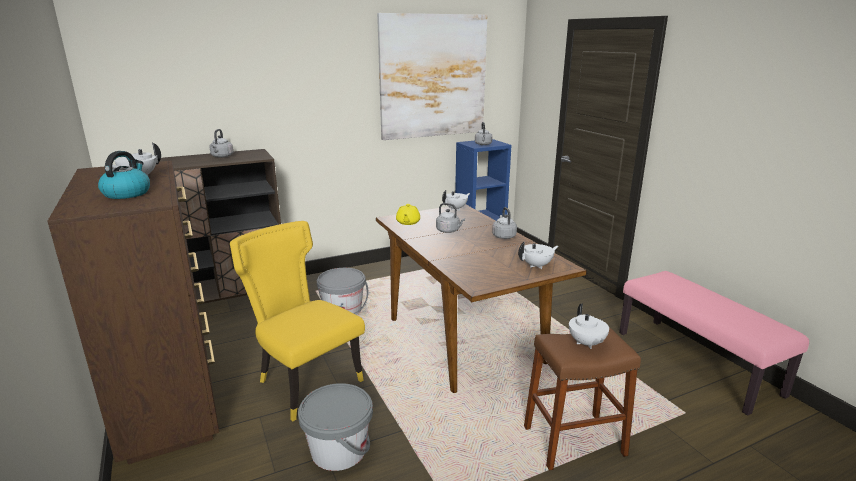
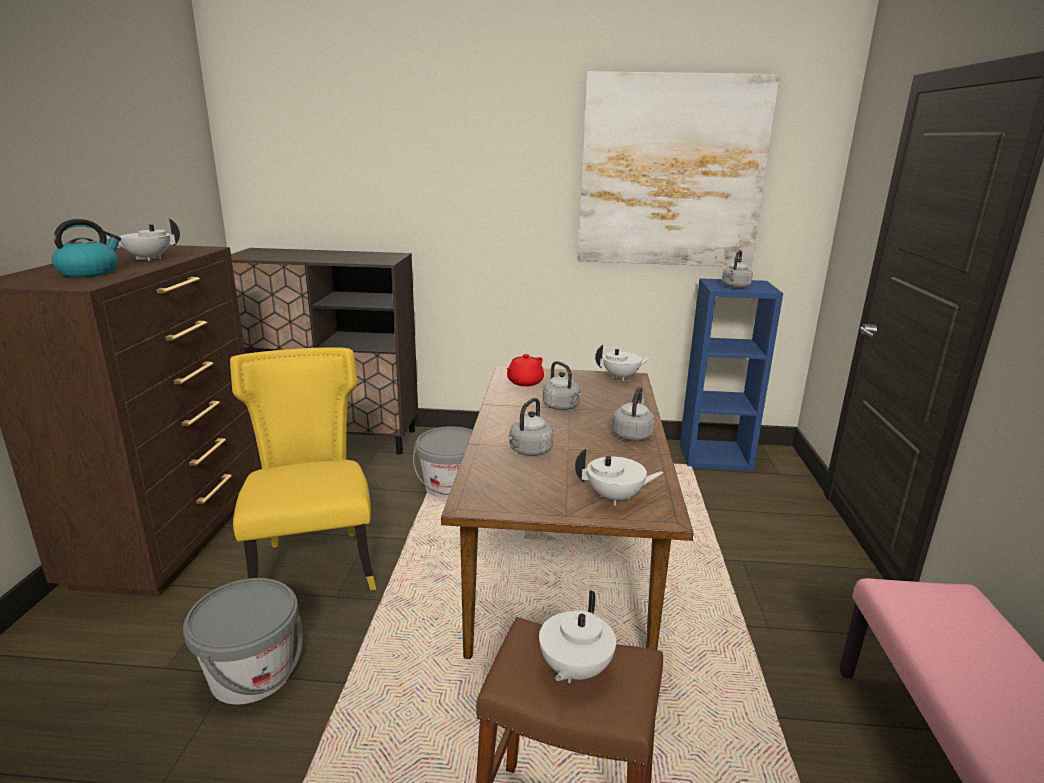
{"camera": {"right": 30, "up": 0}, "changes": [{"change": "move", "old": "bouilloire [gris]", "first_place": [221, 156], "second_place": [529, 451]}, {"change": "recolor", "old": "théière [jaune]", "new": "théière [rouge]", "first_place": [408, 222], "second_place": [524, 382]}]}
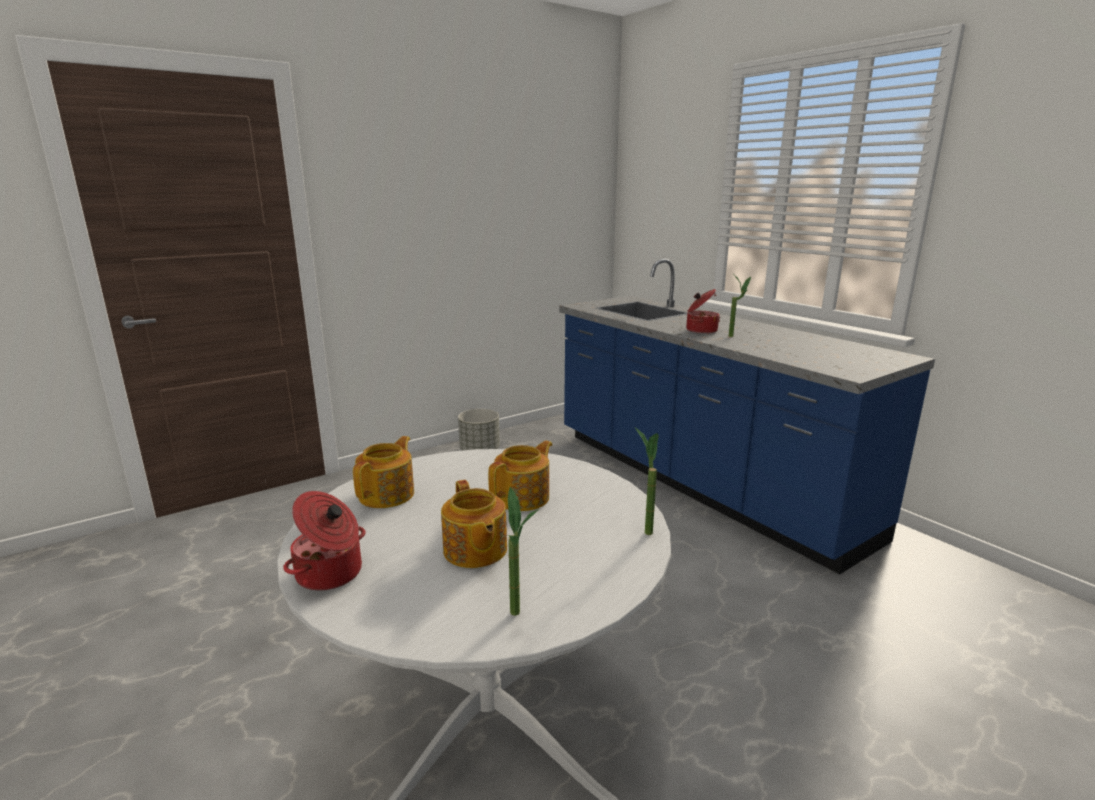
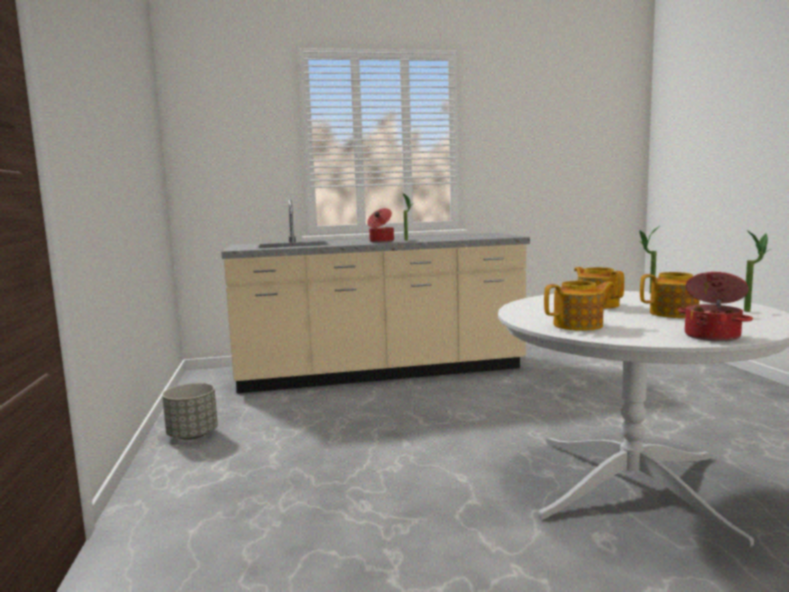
{"camera": {"right": -65, "up": -10}, "changes": [{"change": "recolor", "old": "comptoir de cuisine [bleu]", "new": "comptoir de cuisine [beige]", "first_place": [699, 483], "second_place": [380, 373]}, {"change": "rotate", "old": "théière", "first_place": [388, 494], "second_place": [579, 325], "degrees": 120}]}
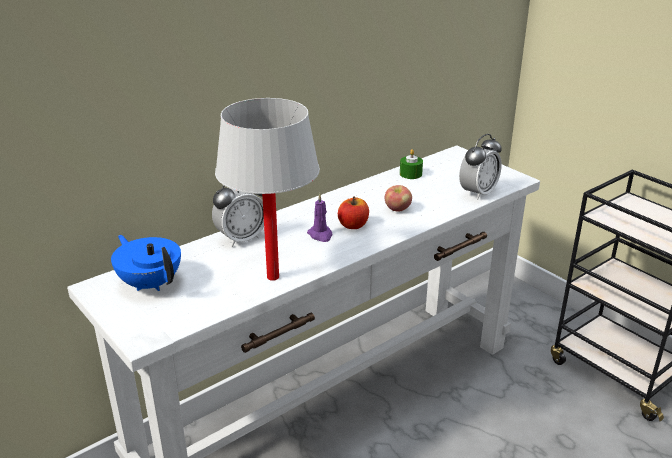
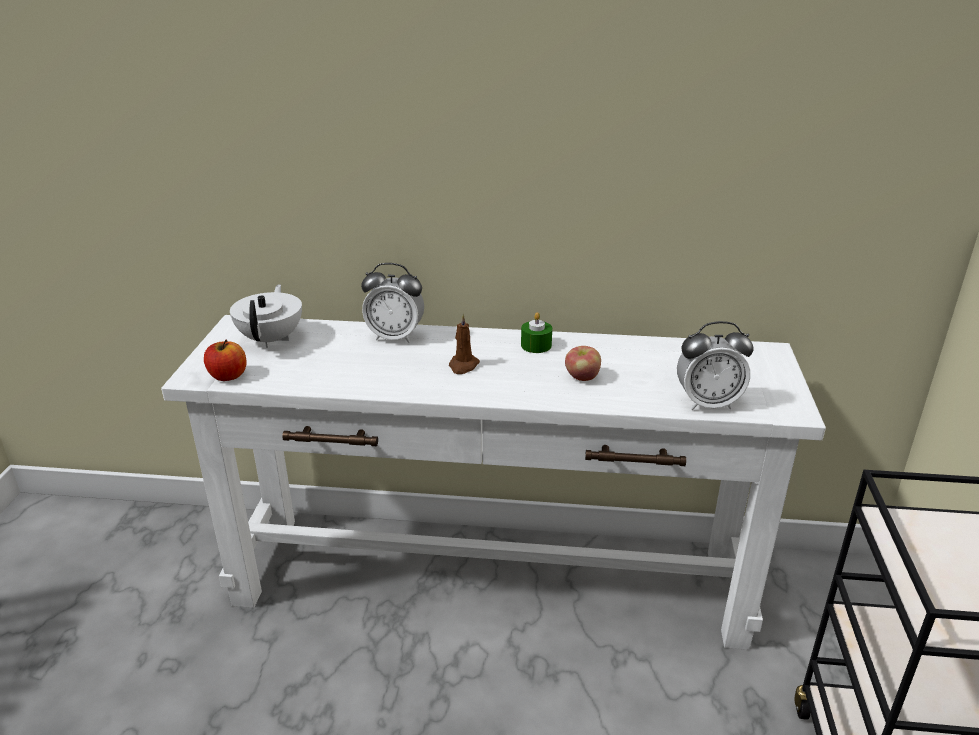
{"camera": {"right": 45, "up": 0}, "changes": [{"change": "delete", "old": "lampe de table [blanc]", "first_place": [273, 277]}, {"change": "move", "old": "bougie [vert]", "first_place": [410, 174], "second_place": [536, 345]}, {"change": "recolor", "old": "bougie [violet]", "new": "bougie [marron]", "first_place": [320, 235], "second_place": [463, 366]}, {"change": "move", "old": "pomme", "first_place": [353, 225], "second_place": [228, 376]}, {"change": "recolor", "old": "théière [bleu]", "new": "théière [blanc]", "first_place": [150, 283], "second_place": [272, 339]}]}
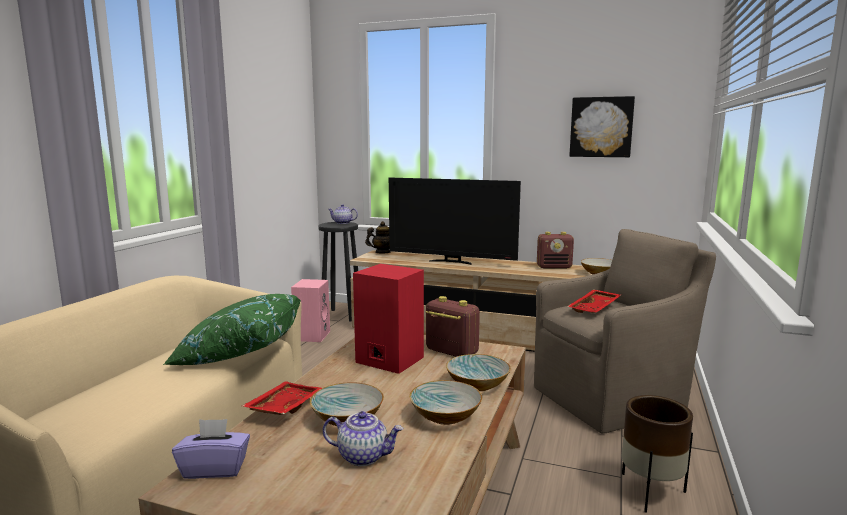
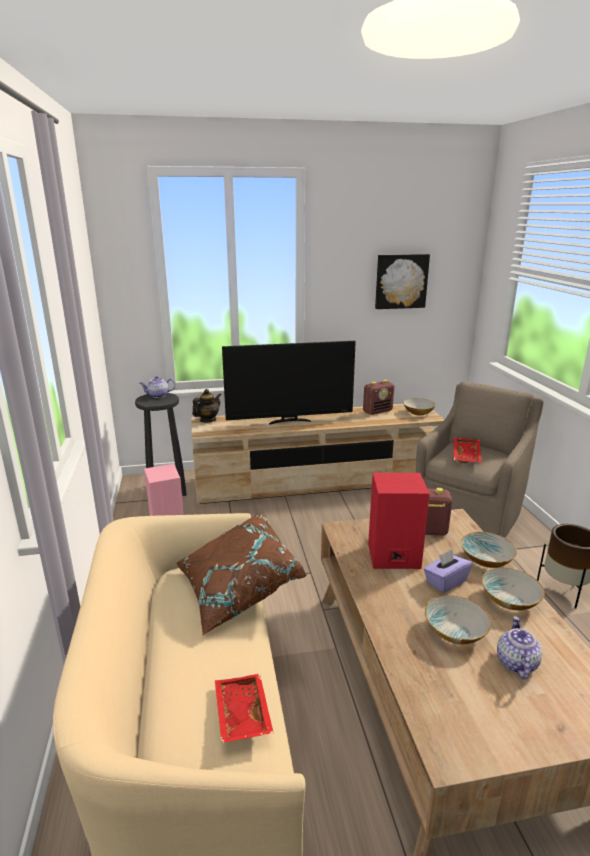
{"camera": {"right": -30, "up": 10}, "changes": [{"change": "recolor", "old": "coussin [vert]", "new": "coussin [marron]", "first_place": [239, 353], "second_place": [237, 590]}, {"change": "move", "old": "plateau [rouge]", "first_place": [283, 407], "second_place": [241, 715]}, {"change": "rotate", "old": "théière", "first_place": [363, 456], "second_place": [515, 662], "degrees": -60}, {"change": "move", "old": "boîte à mouchoirs [violet]", "first_place": [215, 468], "second_place": [445, 581]}]}
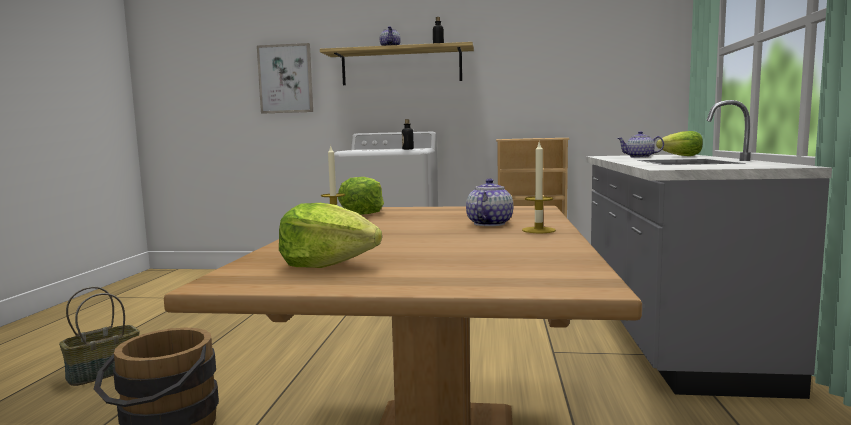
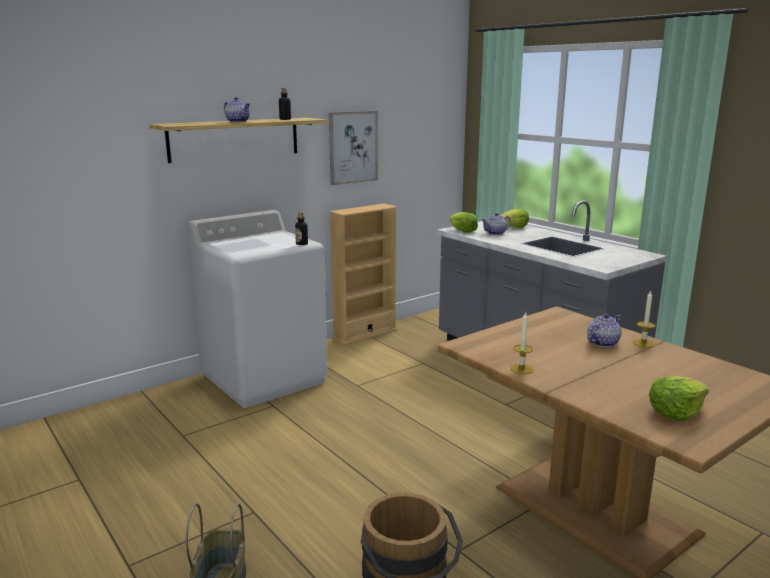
{"camera": {"right": -45, "up": 10}, "changes": [{"change": "move", "old": "tableau", "first_place": [285, 79], "second_place": [353, 147]}, {"change": "move", "old": "laitue", "first_place": [363, 212], "second_place": [462, 231]}, {"change": "rotate", "old": "théière", "first_place": [488, 224], "second_place": [602, 343], "degrees": 75}]}
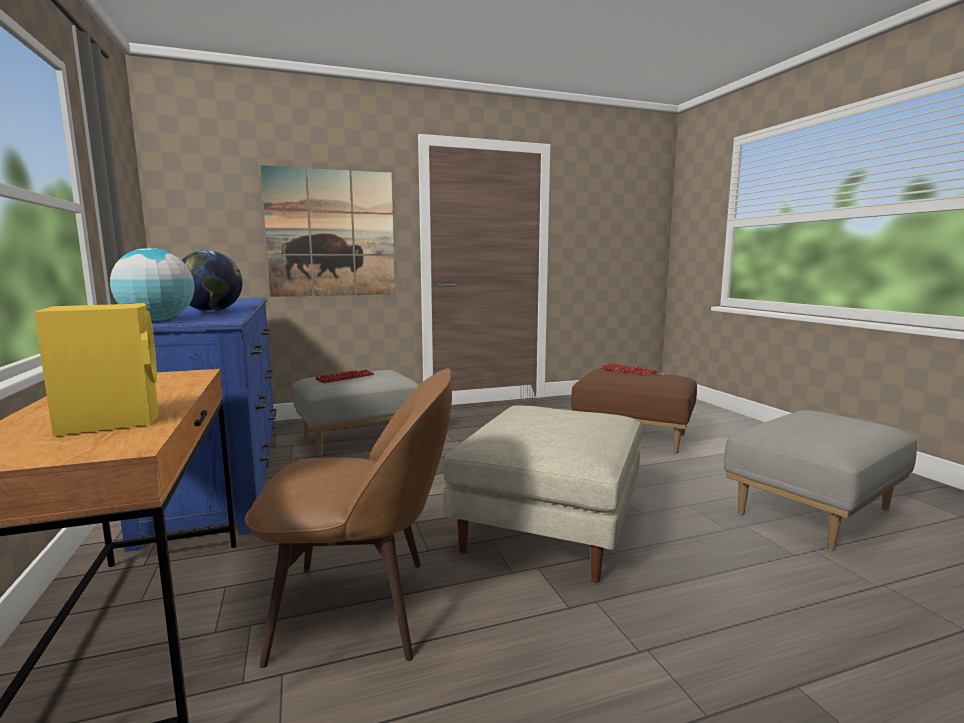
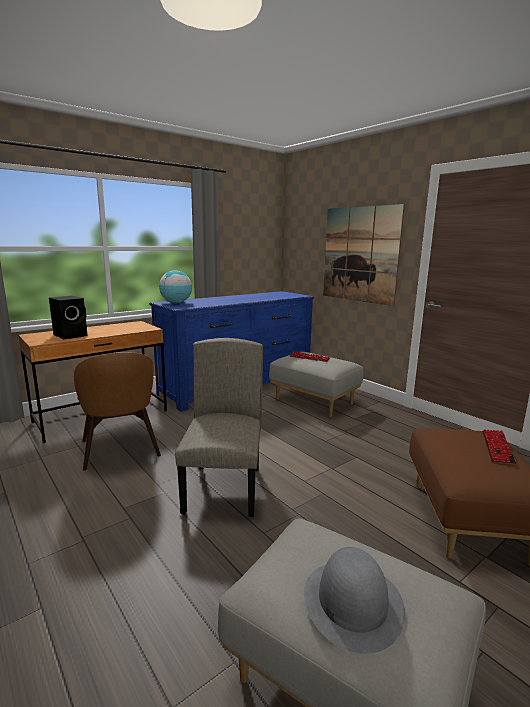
{"camera": {"right": 70, "up": 5}, "changes": [{"change": "delete", "old": "globe", "first_place": [212, 311]}, {"change": "recolor", "old": "enceinte [jaune]", "new": "enceinte [noir]", "first_place": [111, 420], "second_place": [71, 335]}, {"change": "replace", "old": "pouf [beige]", "new": "chaise [beige]", "first_place": [549, 523], "second_place": [224, 489]}, {"change": "insert", "new": "chapeau [gris]", "second_place": [352, 601]}]}
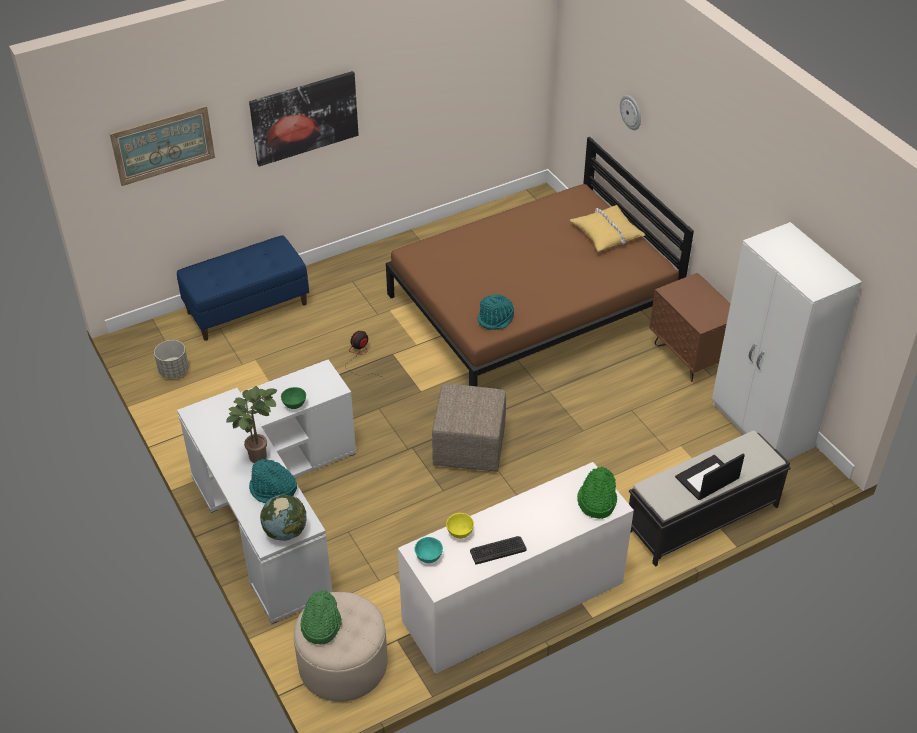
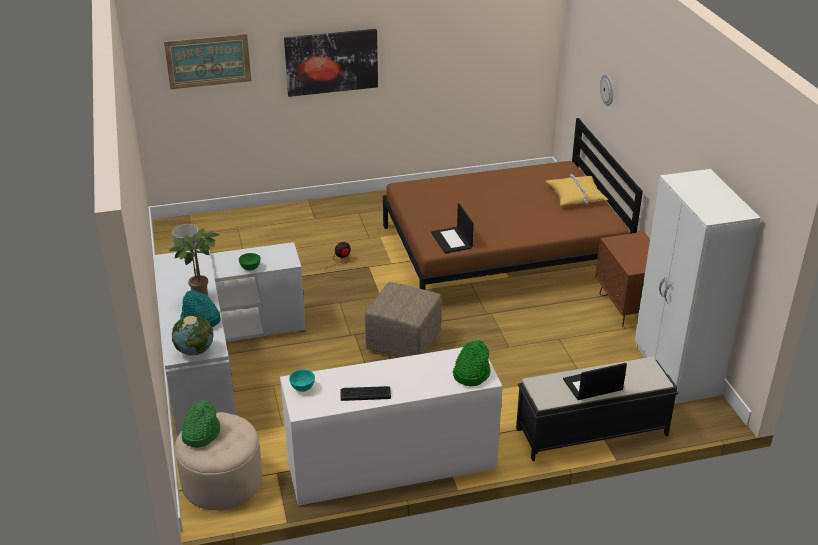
{"camera": {"right": 15, "up": -10}, "changes": [{"change": "delete", "old": "banc [bleu]", "first_place": [247, 308]}, {"change": "replace", "old": "chapeau [turquoise]", "new": "ordinateur portable", "first_place": [496, 319], "second_place": [452, 240]}, {"change": "delete", "old": "bol [jaune]", "first_place": [460, 532]}]}
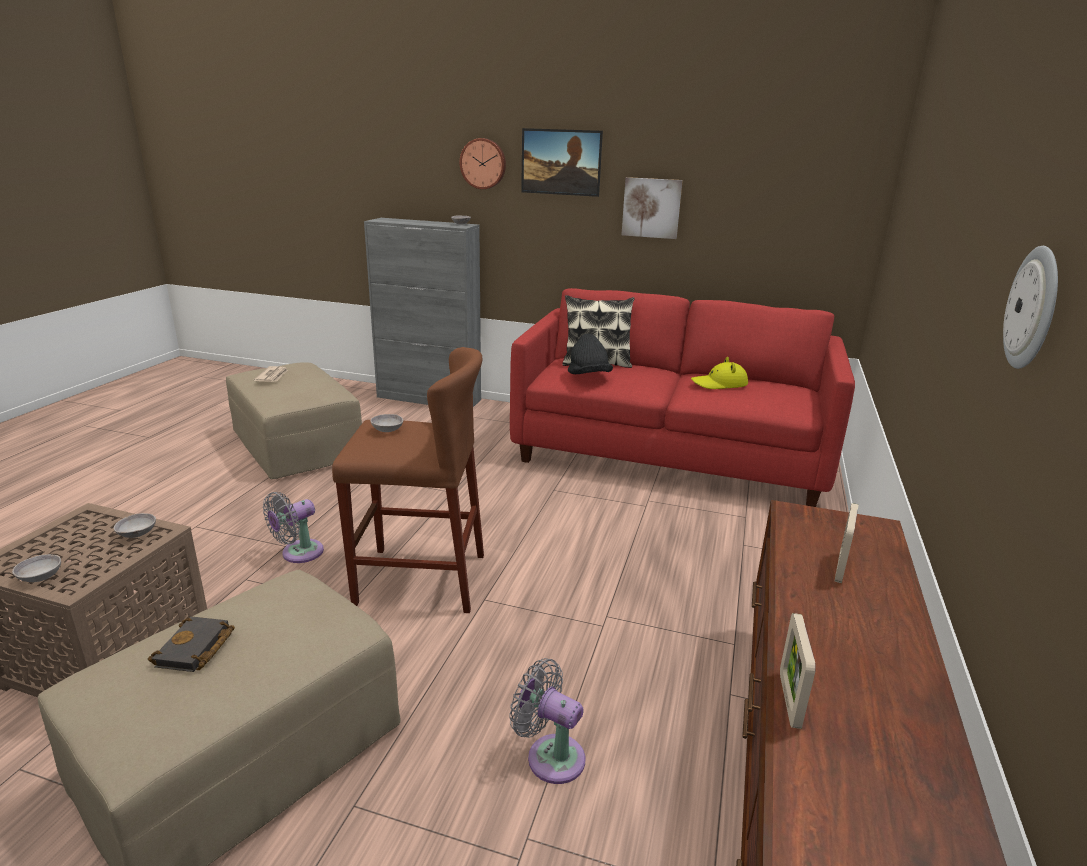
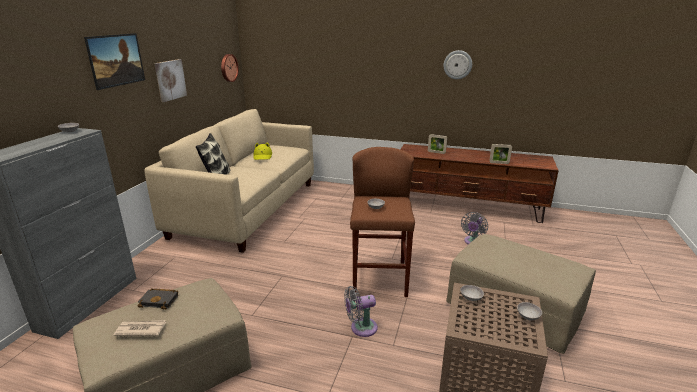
{"camera": {"right": -90, "up": 0}, "changes": [{"change": "move", "old": "horloge murale", "first_place": [483, 163], "second_place": [228, 68]}, {"change": "recolor", "old": "canapé [rouge]", "new": "canapé [beige]", "first_place": [670, 454], "second_place": [247, 208]}, {"change": "delete", "old": "chapeau [noir]", "first_place": [588, 377]}, {"change": "rotate", "old": "ventilateur [gris]", "first_place": [298, 553], "second_place": [361, 328], "degrees": 120}, {"change": "move", "old": "livre [noir]", "first_place": [195, 650], "second_place": [160, 300]}]}
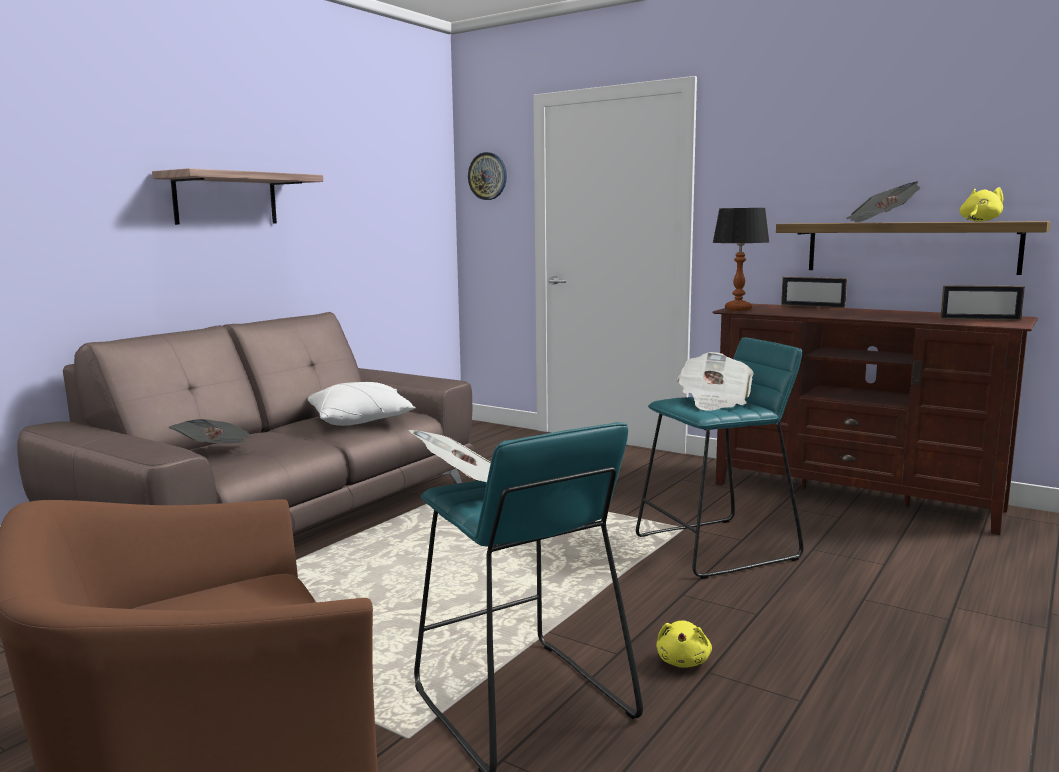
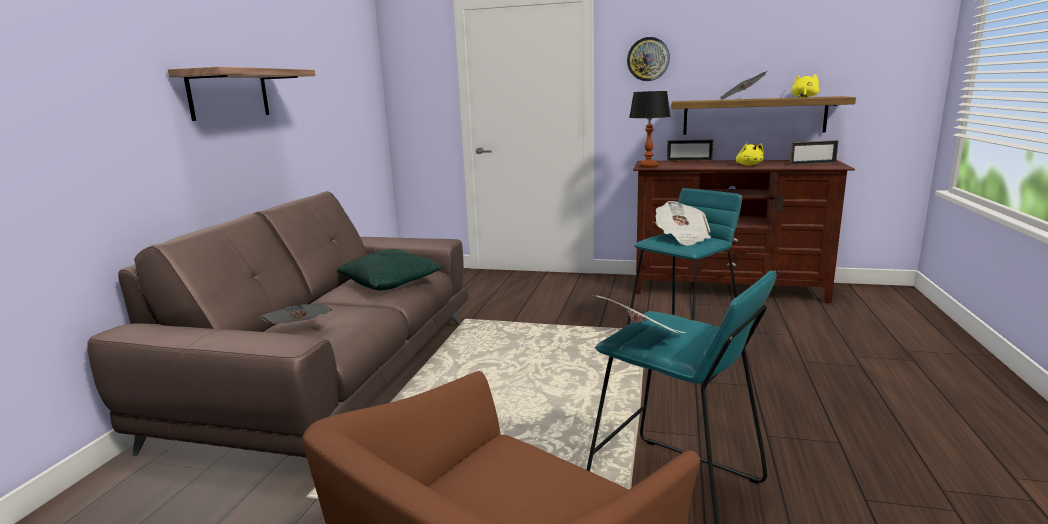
{"camera": {"right": -20, "up": 5}, "changes": [{"change": "move", "old": "horloge murale", "first_place": [488, 176], "second_place": [648, 59]}, {"change": "recolor", "old": "coussin [blanc]", "new": "coussin [vert]", "first_place": [361, 420], "second_place": [391, 283]}, {"change": "move", "old": "peluche [jaune]", "first_place": [683, 661], "second_place": [748, 165]}]}
